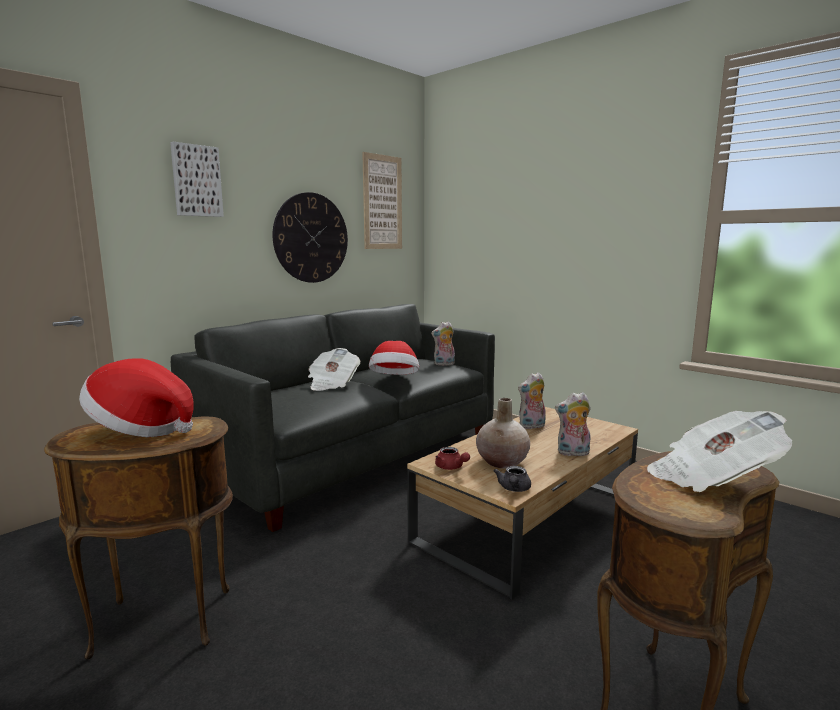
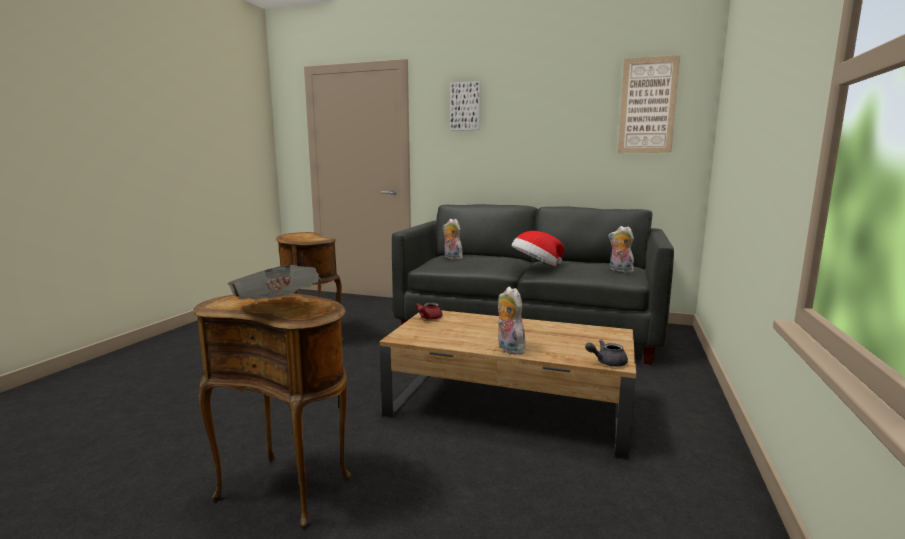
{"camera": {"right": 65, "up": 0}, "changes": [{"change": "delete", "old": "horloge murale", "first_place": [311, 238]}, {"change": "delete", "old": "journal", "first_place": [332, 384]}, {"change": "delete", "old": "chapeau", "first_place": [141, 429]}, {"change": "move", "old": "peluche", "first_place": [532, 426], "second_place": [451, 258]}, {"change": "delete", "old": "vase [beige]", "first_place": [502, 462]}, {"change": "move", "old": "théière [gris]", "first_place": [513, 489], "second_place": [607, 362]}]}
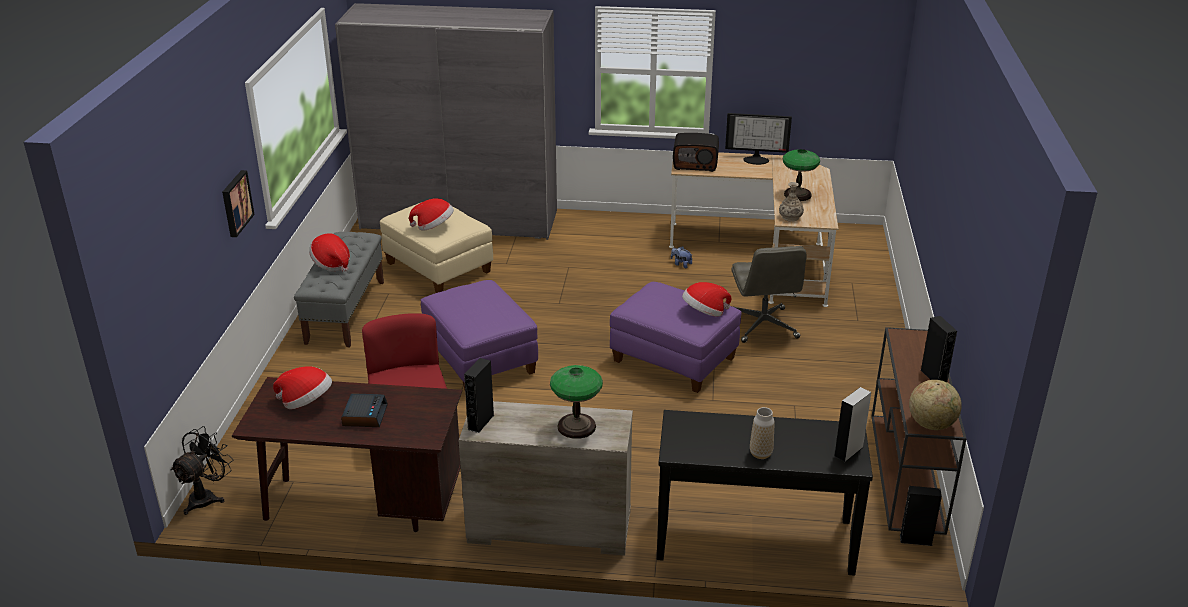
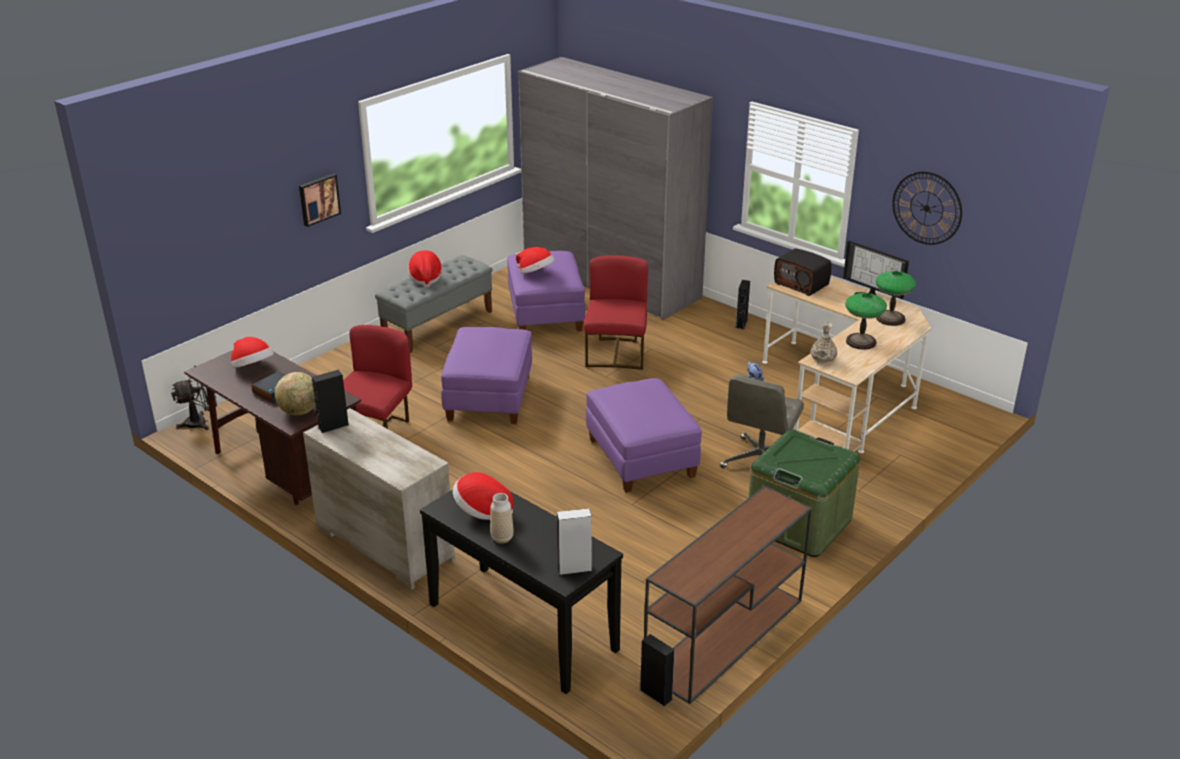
{"camera": {"right": 35, "up": 0}, "changes": [{"change": "recolor", "old": "pouf [beige]", "new": "pouf [violet]", "first_place": [439, 268], "second_place": [546, 315]}, {"change": "move", "old": "chapeau", "first_place": [704, 313], "second_place": [481, 510]}, {"change": "move", "old": "enceinte [noir]", "first_place": [933, 376], "second_place": [741, 323]}, {"change": "move", "old": "lampe de table", "first_place": [577, 426], "second_place": [890, 318]}, {"change": "move", "old": "globe", "first_place": [931, 424], "second_place": [300, 411]}, {"change": "insert", "new": "horloge murale", "second_place": [926, 208]}, {"change": "insert", "new": "chaise [rouge]", "second_place": [616, 353]}, {"change": "insert", "new": "boîte de rangement [vert]", "second_place": [799, 524]}]}
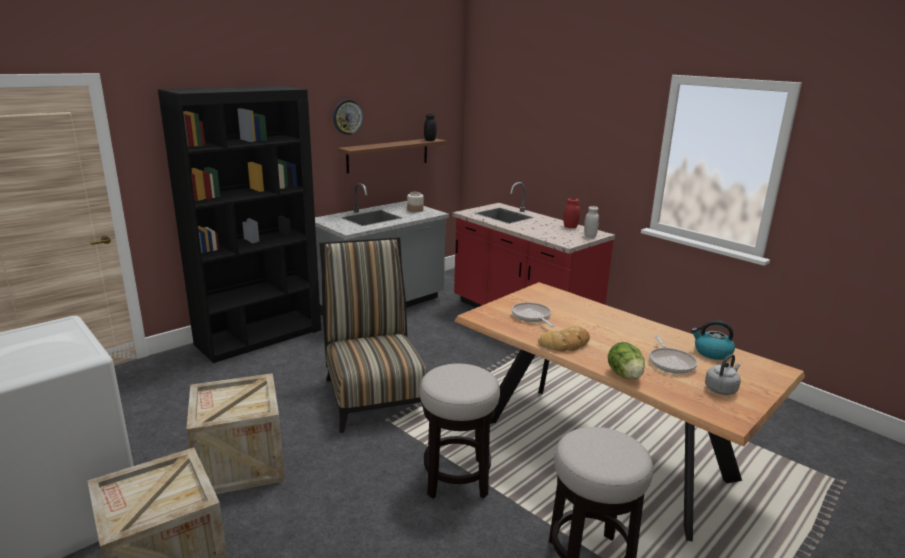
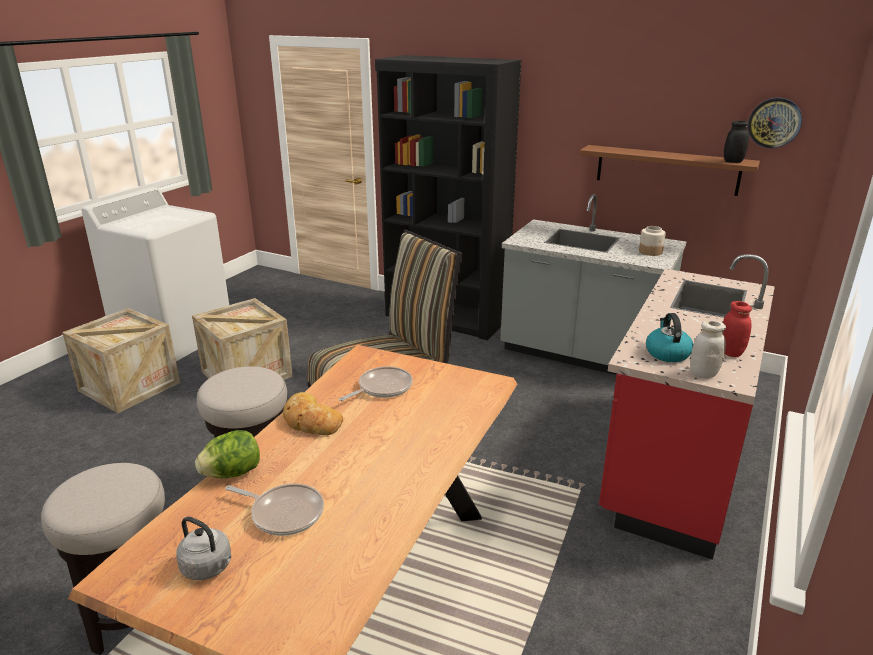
{"camera": {"right": 70, "up": 5}, "changes": [{"change": "move", "old": "horloge murale", "first_place": [347, 117], "second_place": [774, 123]}, {"change": "move", "old": "bouilloire", "first_place": [712, 353], "second_place": [667, 353]}, {"change": "rotate", "old": "poêle", "first_place": [670, 363], "second_place": [284, 513], "degrees": -135}]}
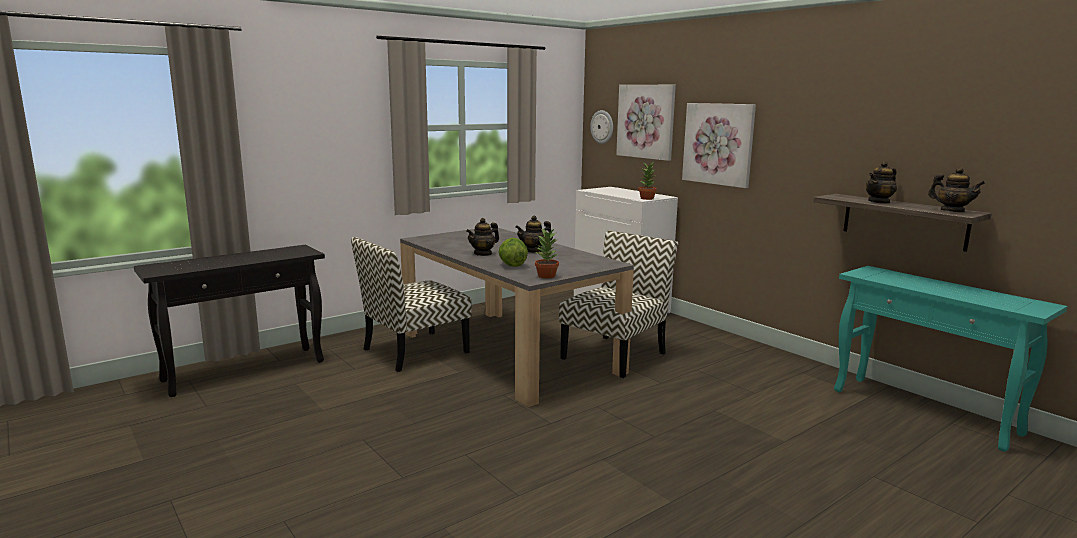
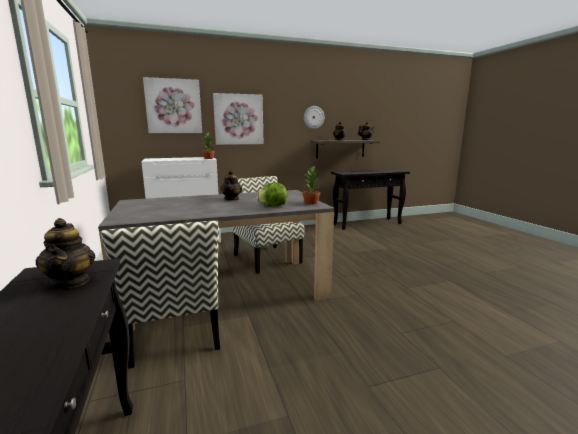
{"camera": {"right": -70, "up": 0}, "changes": [{"change": "move", "old": "horloge murale", "first_place": [602, 127], "second_place": [313, 117]}, {"change": "move", "old": "théière", "first_place": [483, 253], "second_place": [71, 282]}, {"change": "recolor", "old": "table console [turquoise]", "new": "table console [noir]", "first_place": [925, 412], "second_place": [367, 223]}]}
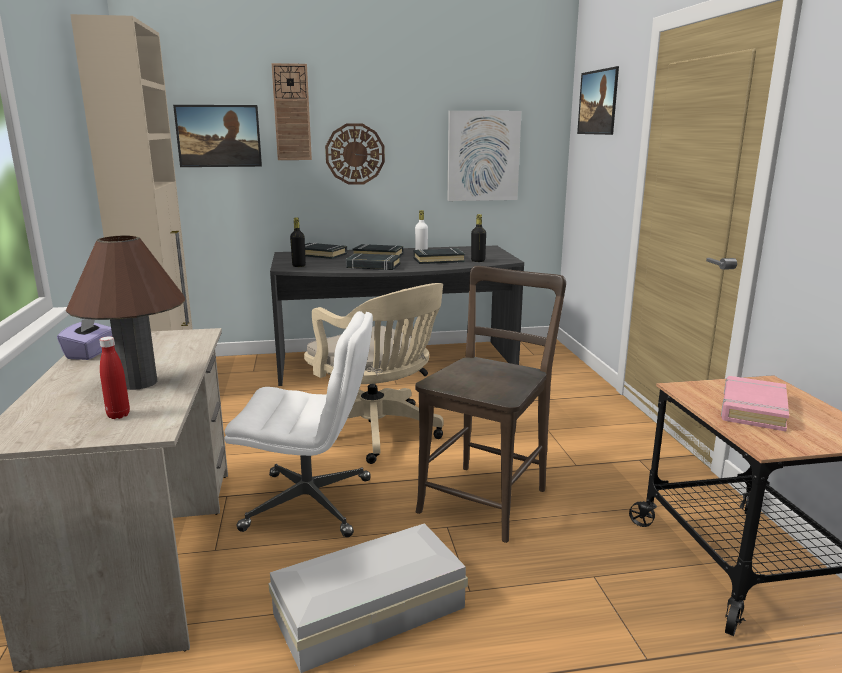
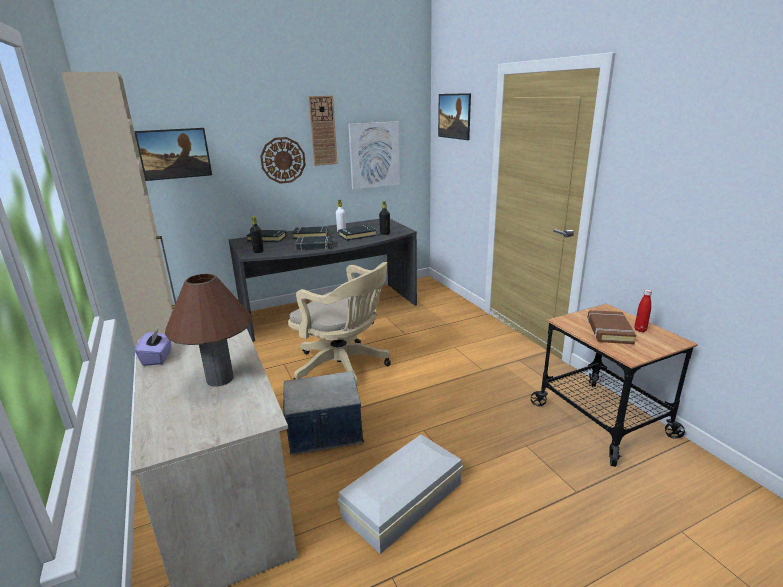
{"camera": {"right": -15, "up": 5}, "changes": [{"change": "move", "old": "horloge murale", "first_place": [292, 112], "second_place": [323, 131]}, {"change": "delete", "old": "chaise [marron]", "first_place": [486, 497]}, {"change": "replace", "old": "chaise de bureau [blanc]", "new": "boîte de rangement", "first_place": [310, 504], "second_place": [325, 431]}, {"change": "move", "old": "bouteille [rouge]", "first_place": [118, 415], "second_place": [640, 330]}, {"change": "recolor", "old": "livre [rose]", "new": "livre [marron]", "first_place": [752, 409], "second_place": [609, 331]}]}
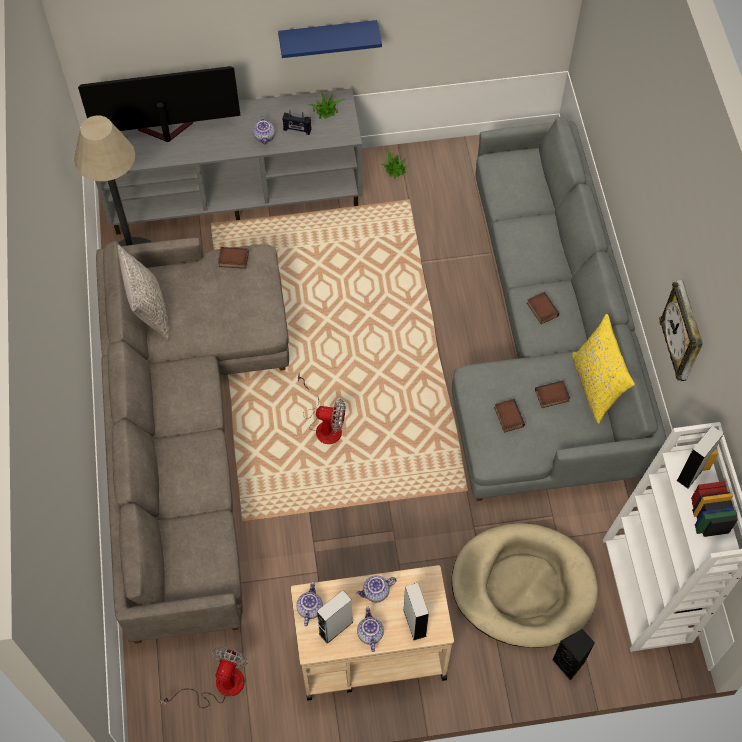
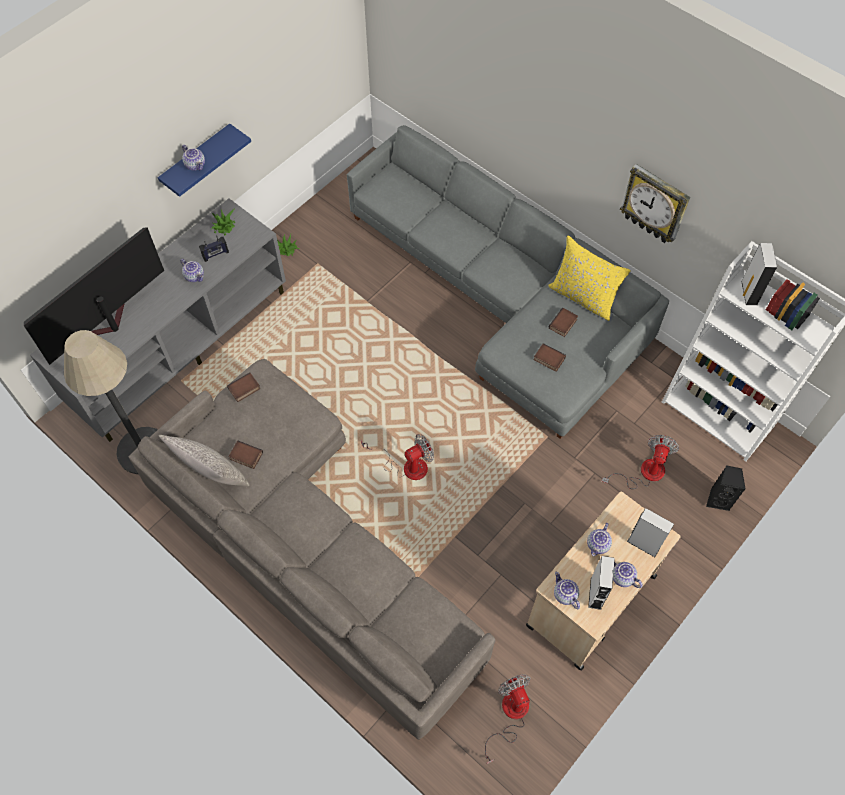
{"camera": {"right": -40, "up": 0}, "changes": [{"change": "move", "old": "livre", "first_place": [541, 309], "second_place": [245, 456]}, {"change": "replace", "old": "panier pour chien [beige]", "new": "ventilateur", "first_place": [523, 587], "second_place": [643, 473]}, {"change": "insert", "new": "théière", "second_place": [196, 165]}]}
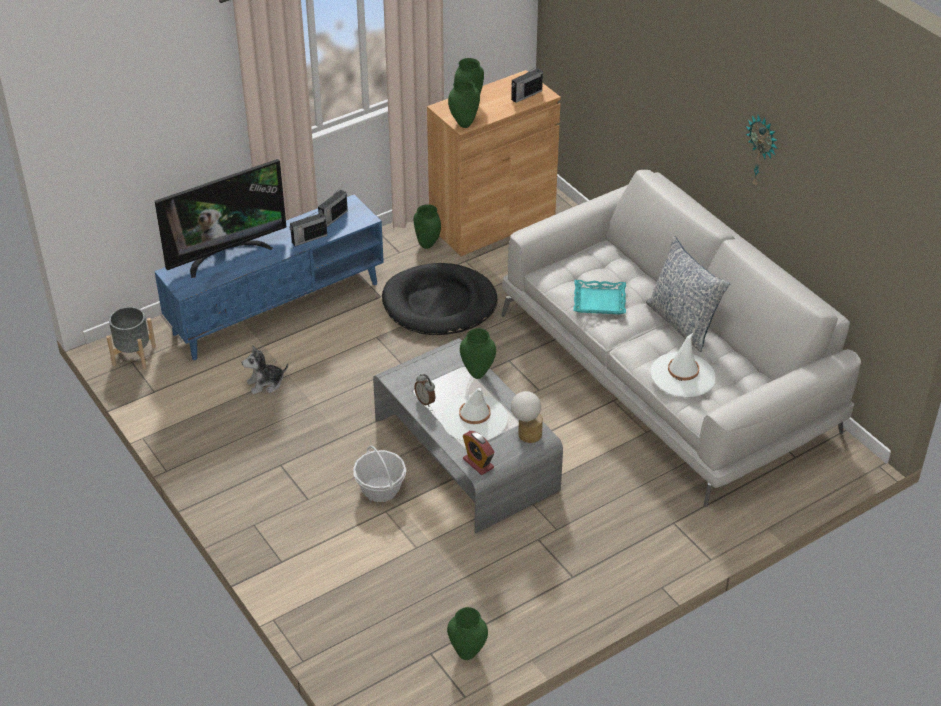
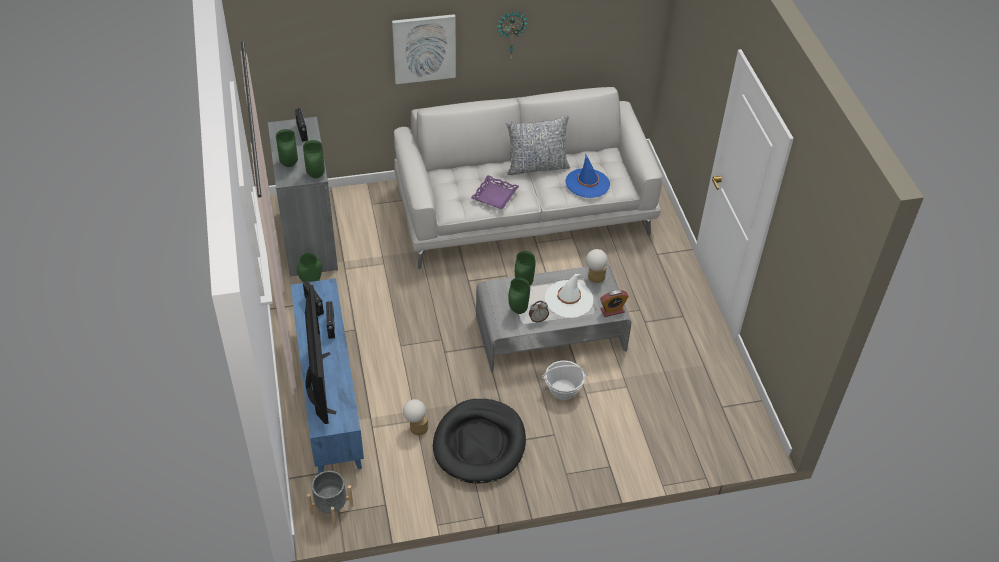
{"camera": {"right": -70, "up": 5}, "changes": [{"change": "recolor", "old": "meuble de rangement [marron]", "new": "meuble de rangement [gris]", "first_place": [492, 222], "second_place": [309, 239]}, {"change": "move", "old": "panier pour chien [noir]", "first_place": [439, 304], "second_place": [479, 444]}, {"change": "recolor", "old": "plateau [turquoise]", "new": "plateau [violet]", "first_place": [599, 301], "second_place": [495, 196]}, {"change": "recolor", "old": "chapeau [blanc]", "new": "chapeau [bleu]", "first_place": [683, 375], "second_place": [587, 183]}, {"change": "replace", "old": "peluche", "new": "lampe de table", "first_place": [265, 383], "second_place": [416, 427]}, {"change": "move", "old": "vase [vert]", "first_place": [467, 653], "second_place": [517, 310]}, {"change": "insert", "new": "tableau", "second_place": [424, 48]}]}
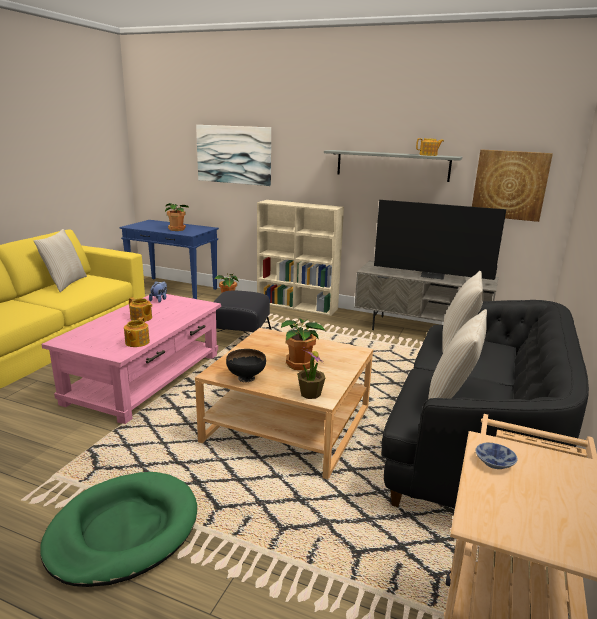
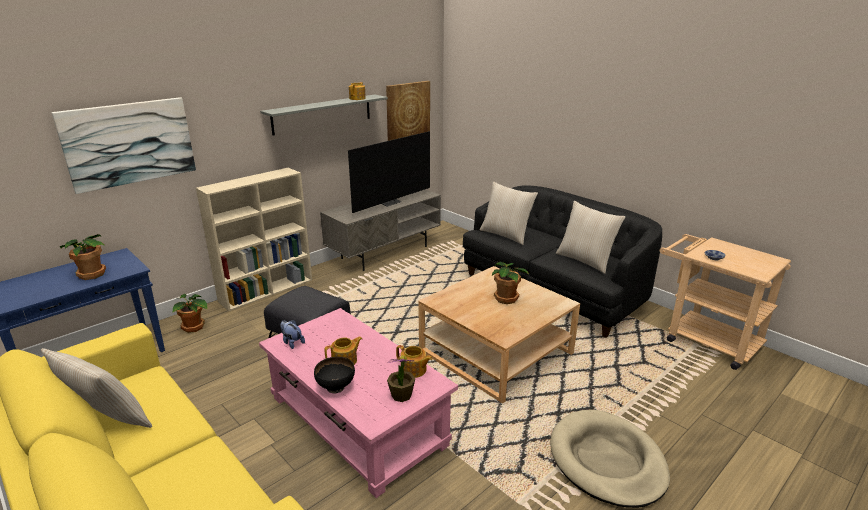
{"camera": {"right": -65, "up": 5}, "changes": [{"change": "move", "old": "plante en pot", "first_place": [310, 393], "second_place": [401, 395]}, {"change": "move", "old": "bol [noir]", "first_place": [246, 378], "second_place": [336, 388]}, {"change": "recolor", "old": "panier pour chien [vert]", "new": "panier pour chien [beige]", "first_place": [123, 531], "second_place": [607, 461]}]}
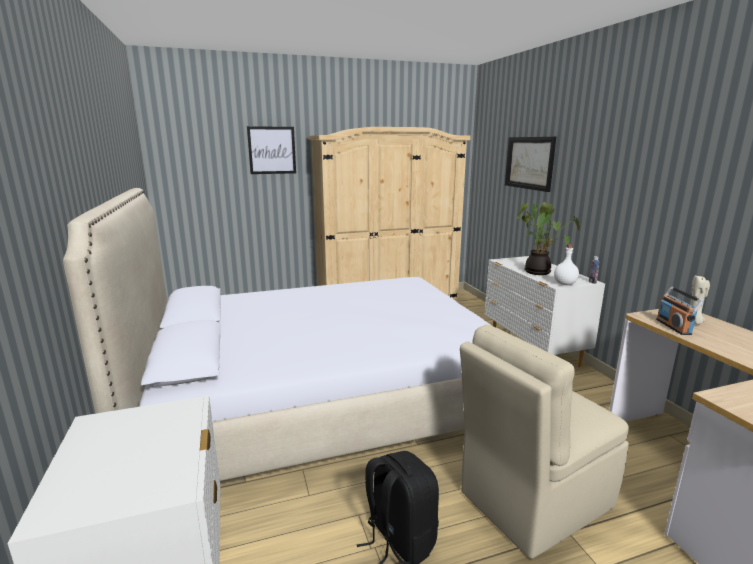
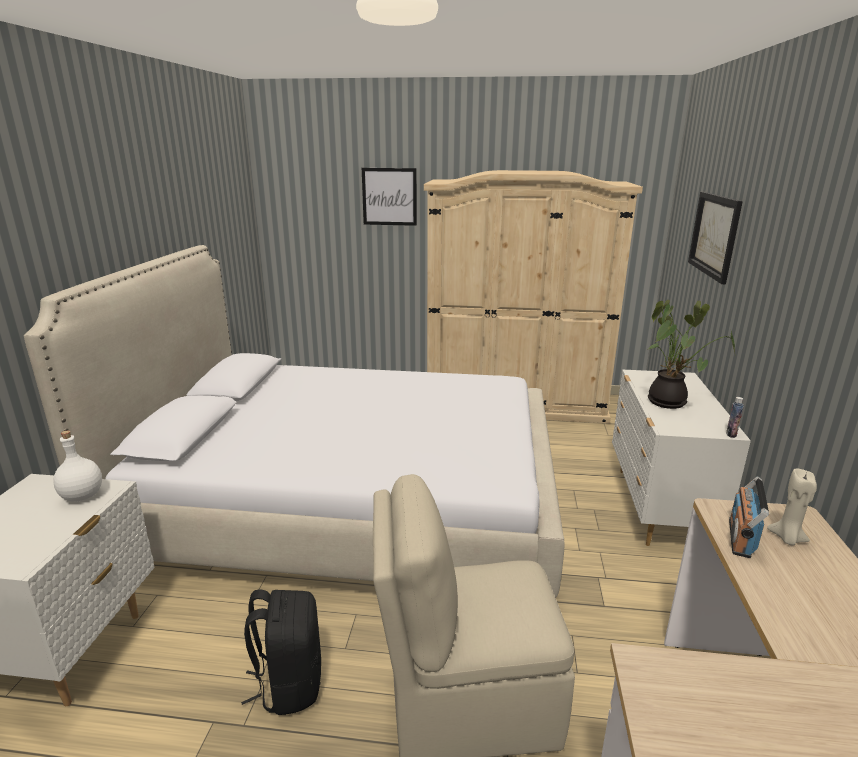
{"camera": {"right": 25, "up": 5}, "changes": [{"change": "move", "old": "bouteille [blanc]", "first_place": [564, 284], "second_place": [83, 495]}]}
